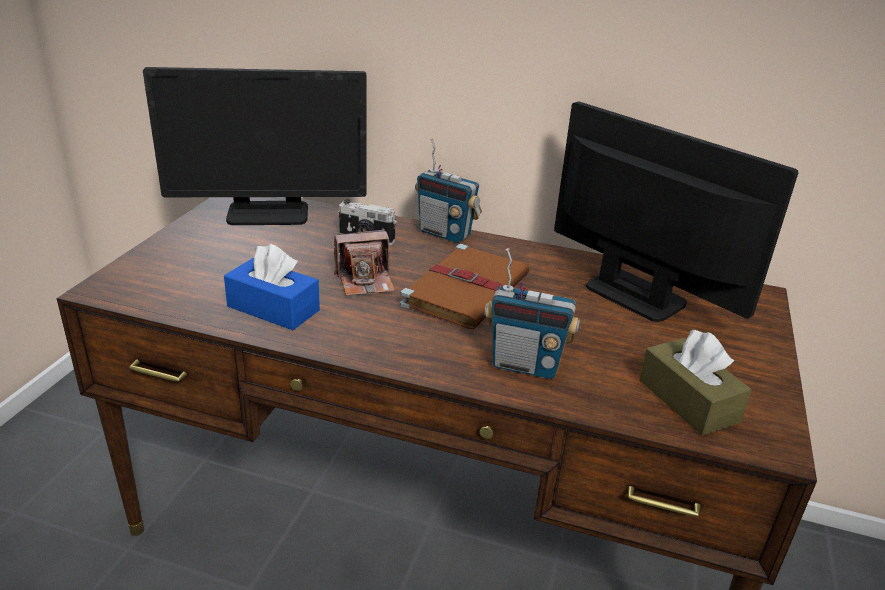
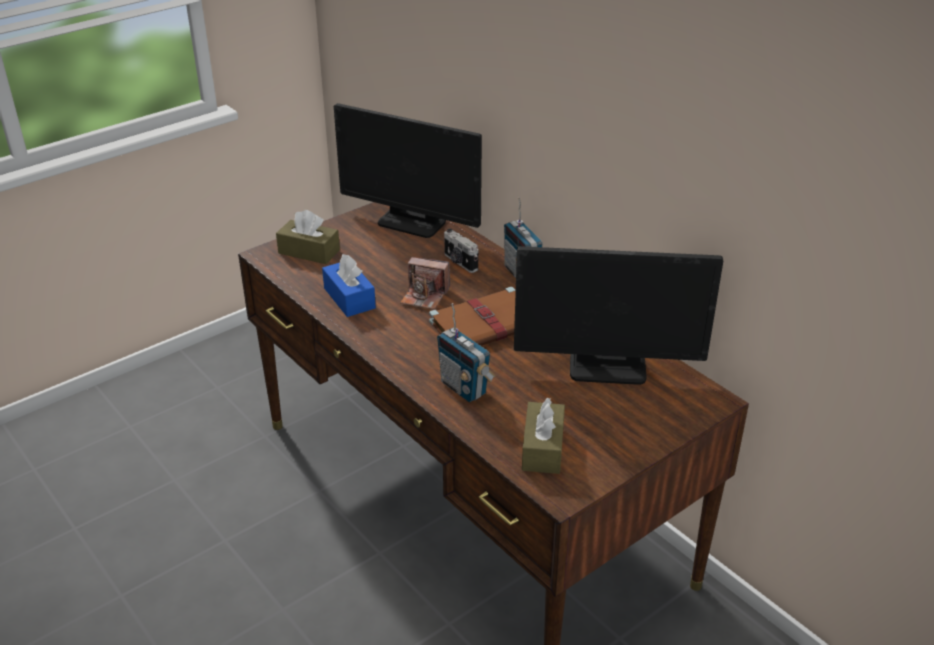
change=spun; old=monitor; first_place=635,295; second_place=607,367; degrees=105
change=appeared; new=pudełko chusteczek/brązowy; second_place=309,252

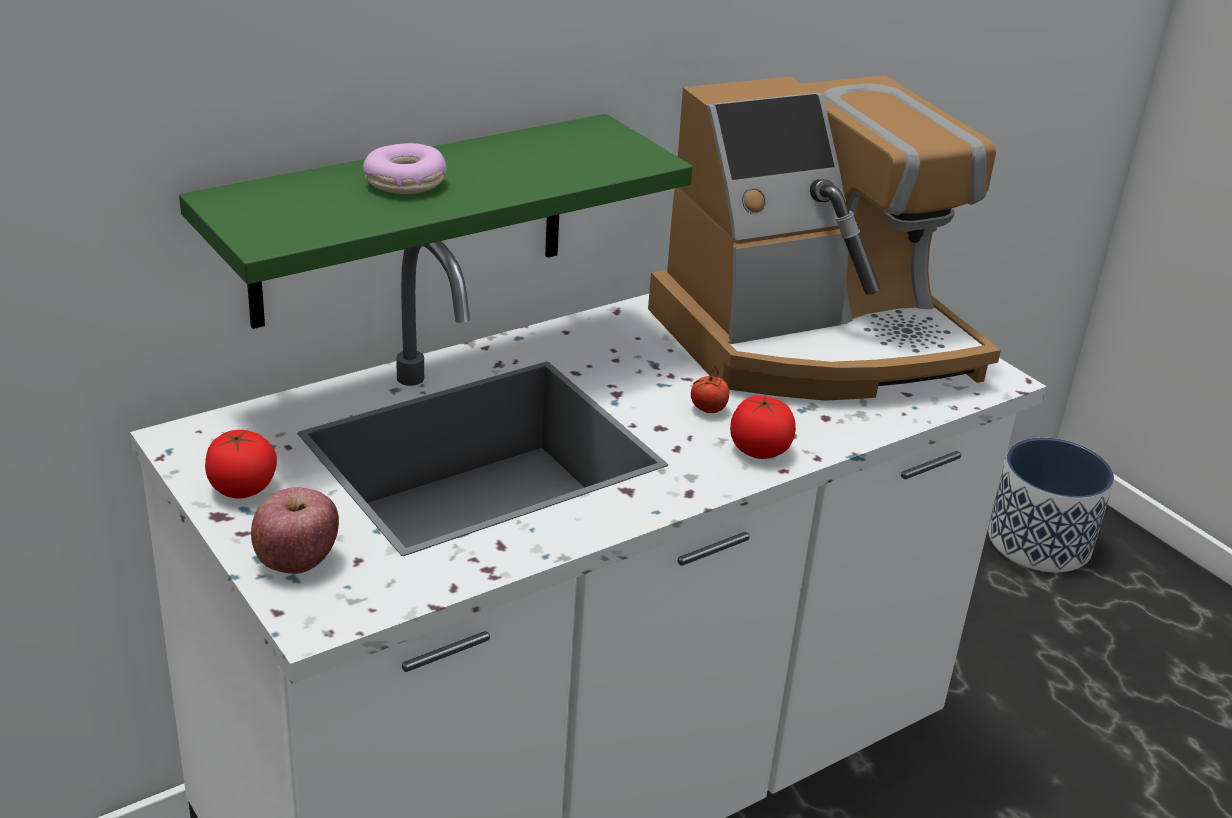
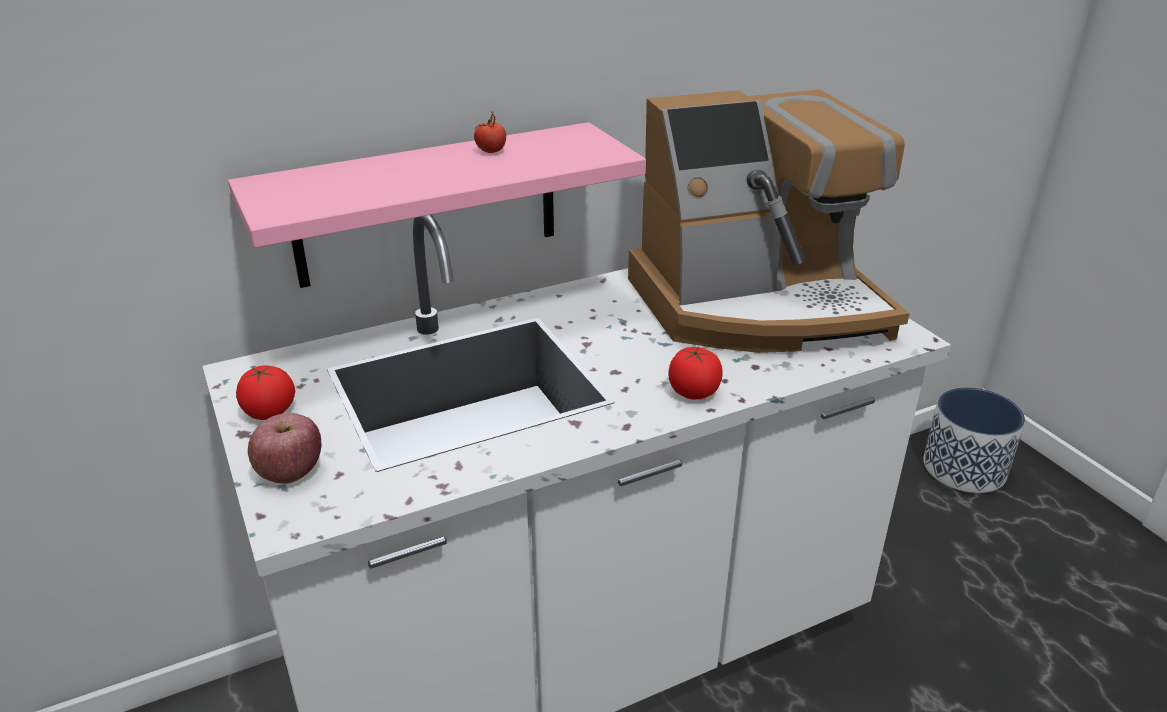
change=colour; old=półka/zielony; new=półka/różowy; first_place=410,220; second_place=427,205
change=missing; old=donut; first_place=405,182
change=relocated; old=pomidor; first_place=708,409; second_place=491,151

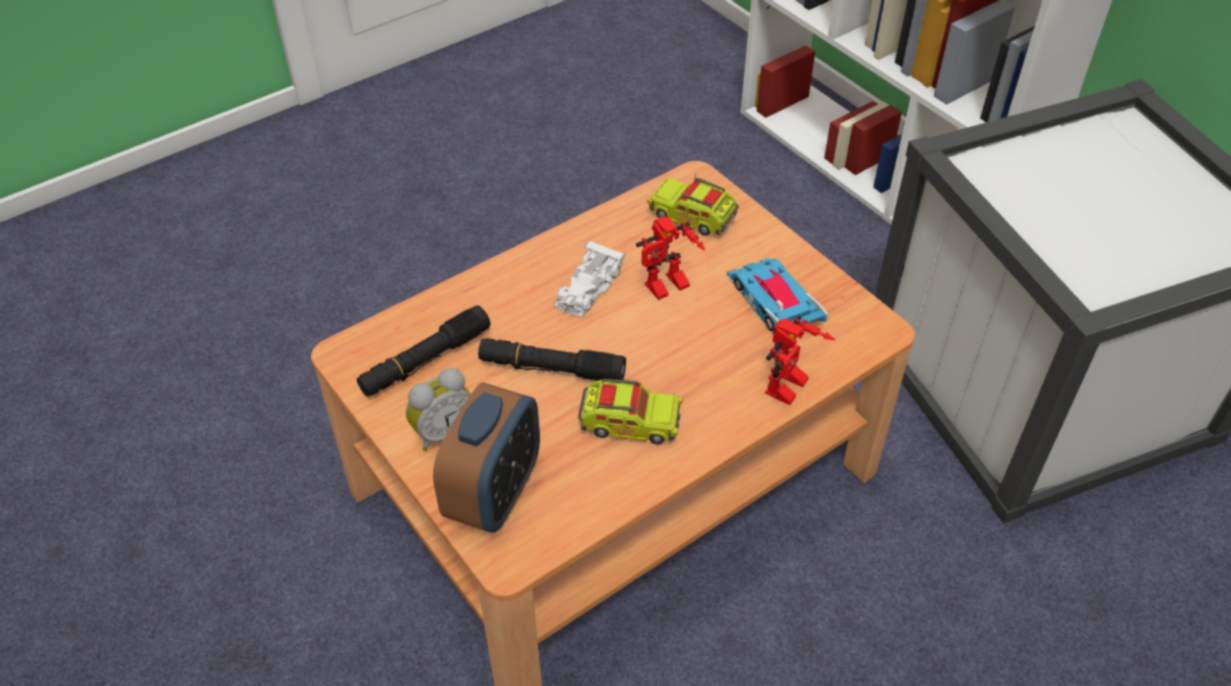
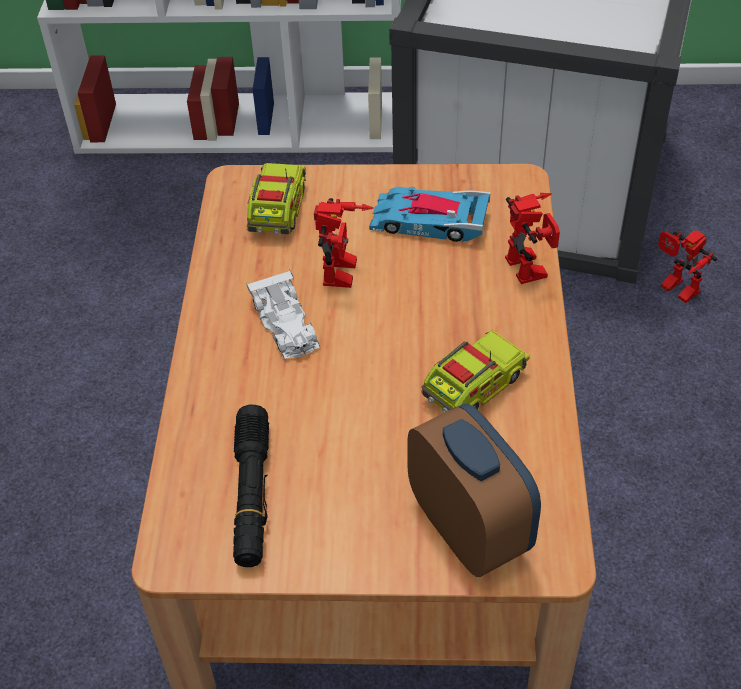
change=missing; old=budzik; first_place=442,431
change=missing; old=latarka/czarny; first_place=551,369
change=spun; old=ciężarówka zabawkowa; first_place=692,216; second_place=277,210; degrees=120
change=appeared; new=robot zabawkowy; second_place=675,290

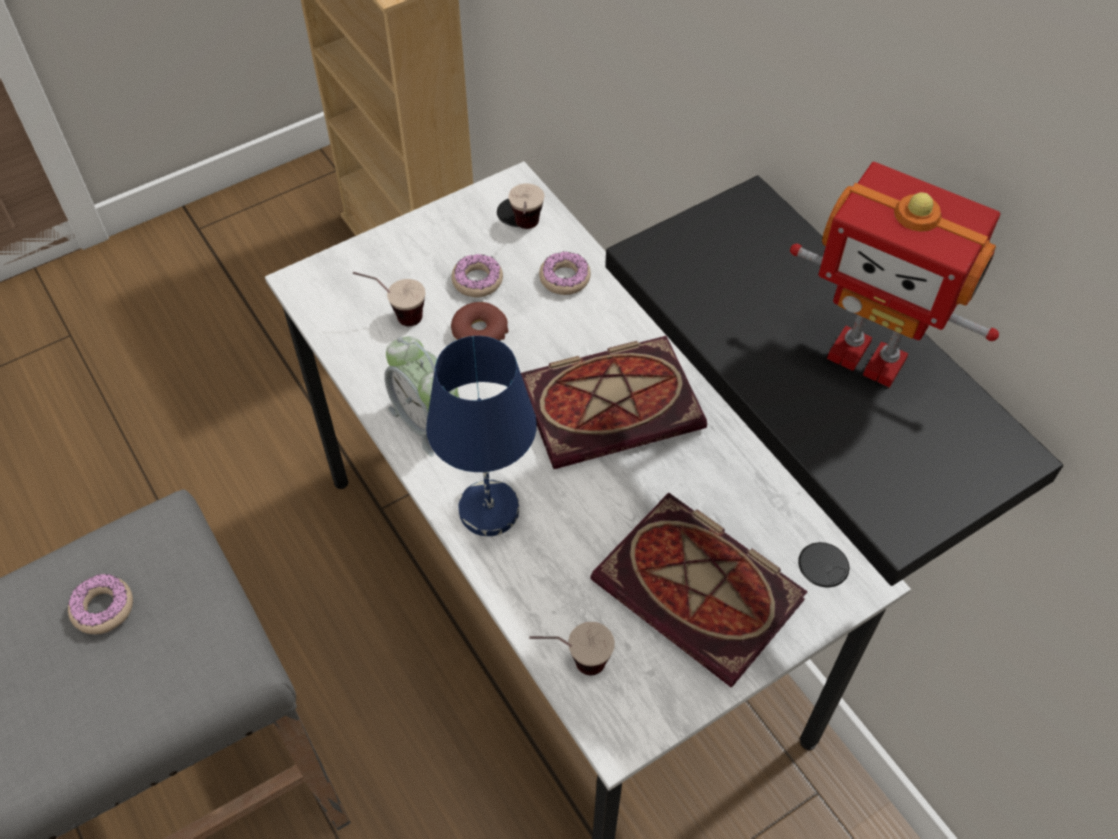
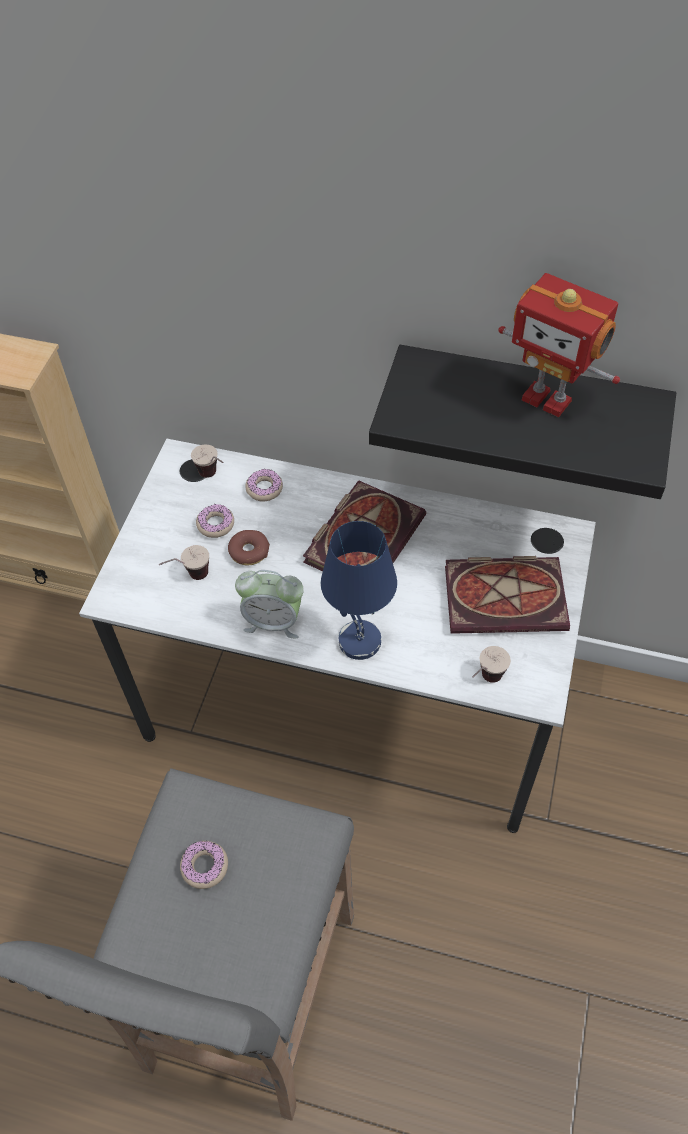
change=spun; old=robot zabawkowy; first_place=869,354; second_place=548,398; degrees=45

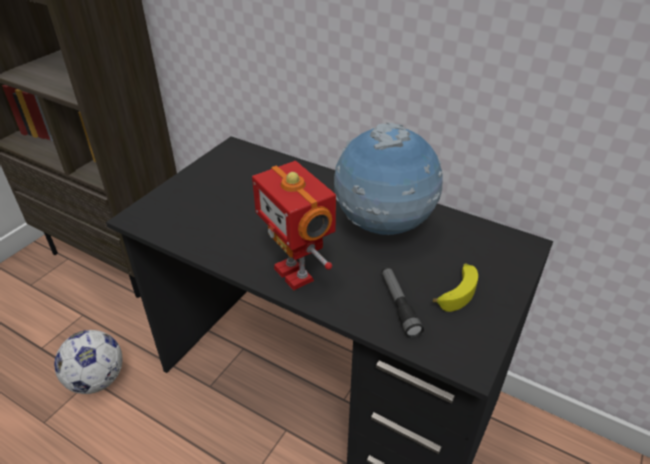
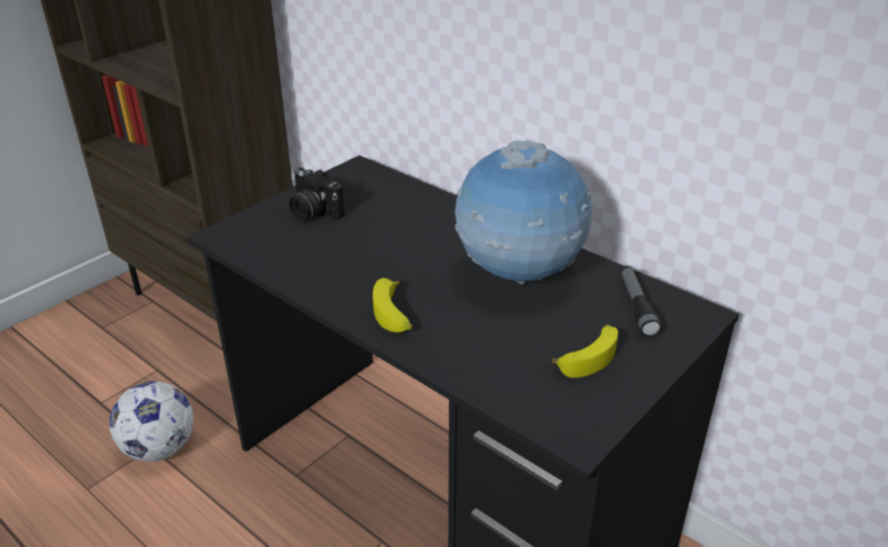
change=exchanged; old=robot zabawkowy; new=banan; first_place=296,273; second_place=394,315
change=relocated; old=latarka; first_place=399,305; second_place=637,307
change=appeared; new=aparat fotograficzny; second_place=312,212

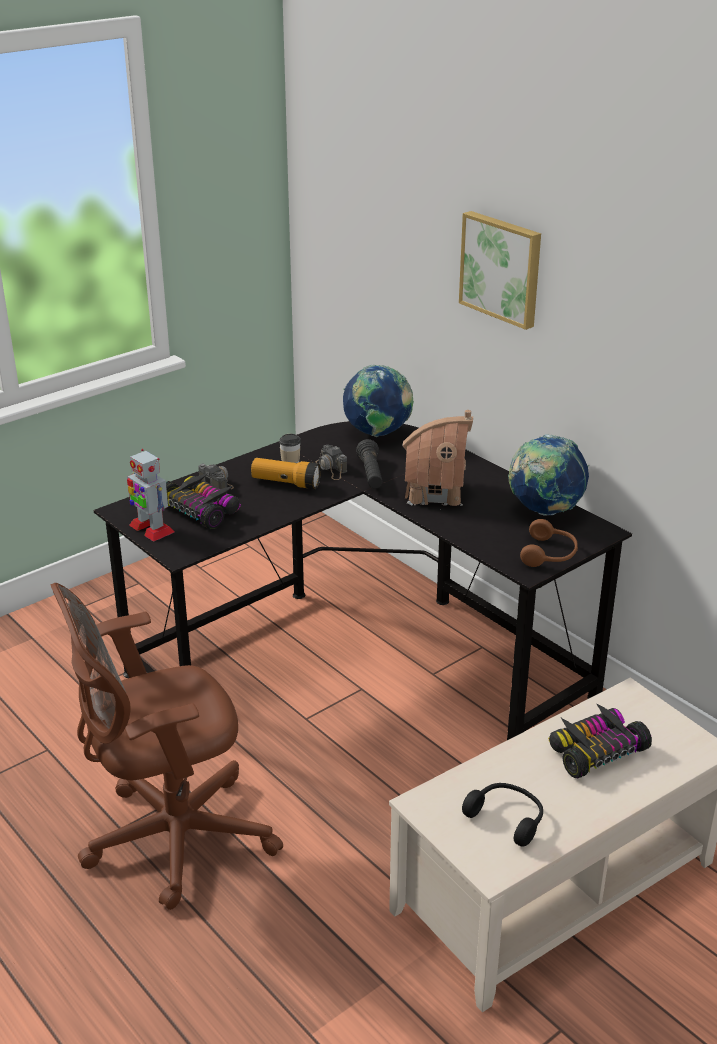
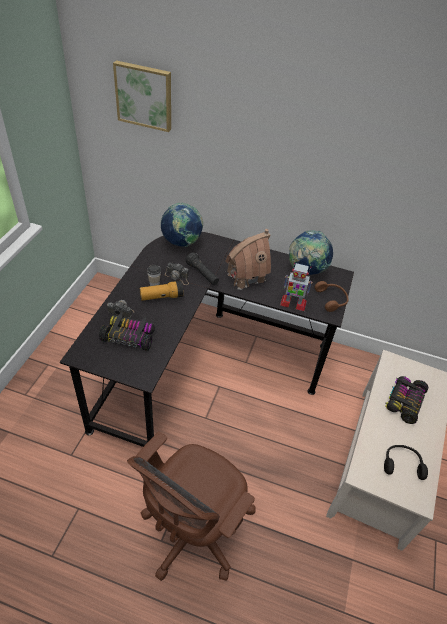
change=relocated; old=robot zabawkowy; first_place=151,528; second_place=293,303
change=relocated; old=obraz; first_place=502,268; second_place=144,95

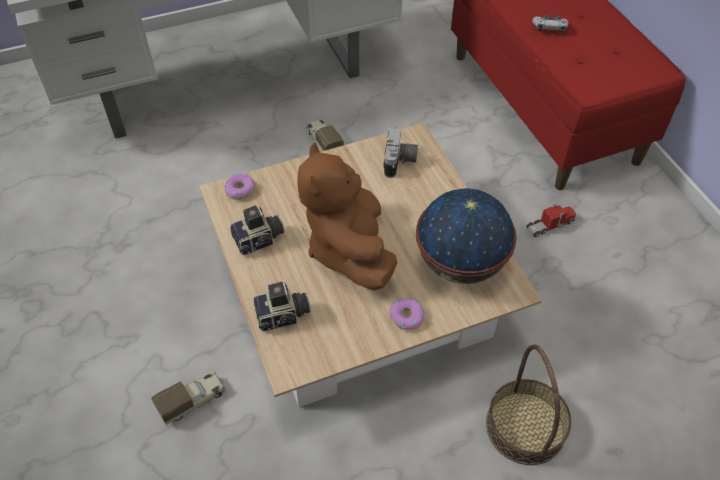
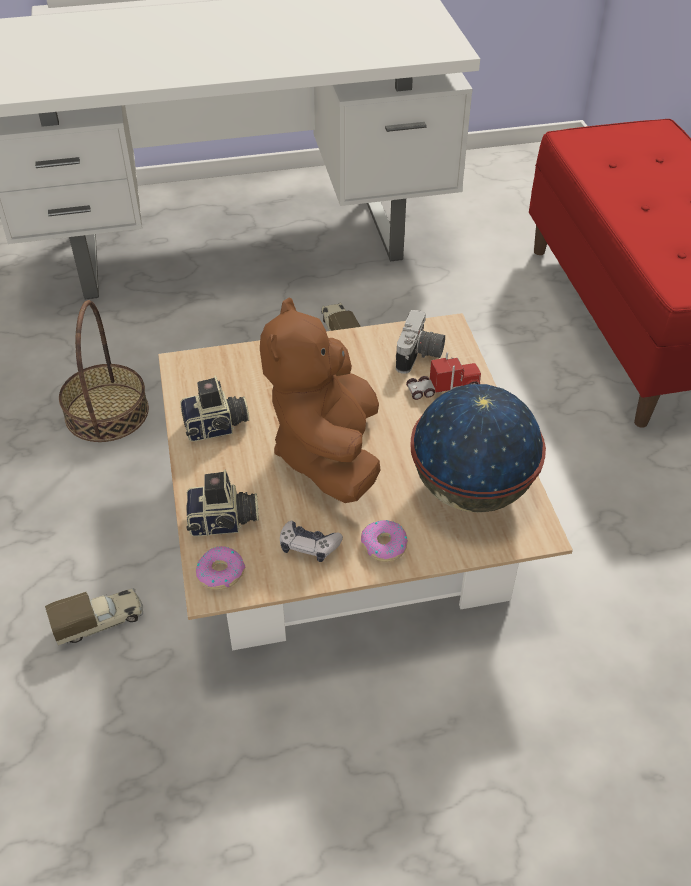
change=relocated; old=donut; first_place=240,190; second_place=220,572
change=relocated; old=koszyk; first_place=525,427; second_place=106,412
change=relocated; old=ciężarówka zabawkowa; first_place=550,225; second_place=443,387
change=relocated; old=pad do gier; first_place=549,28; second_place=309,546

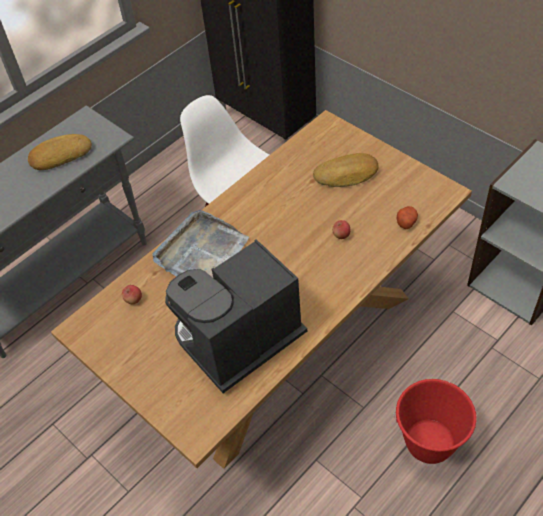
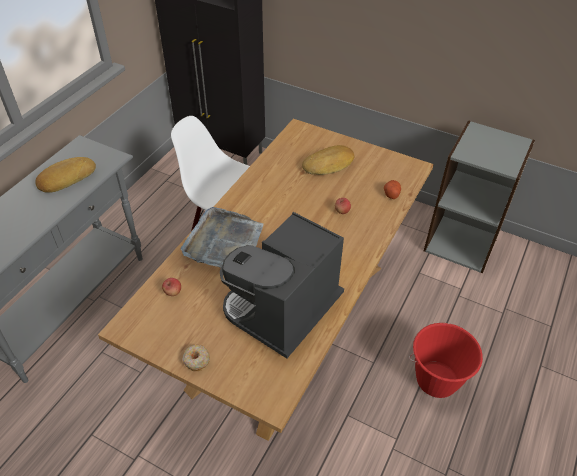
change=appeared; new=donut; second_place=196,360

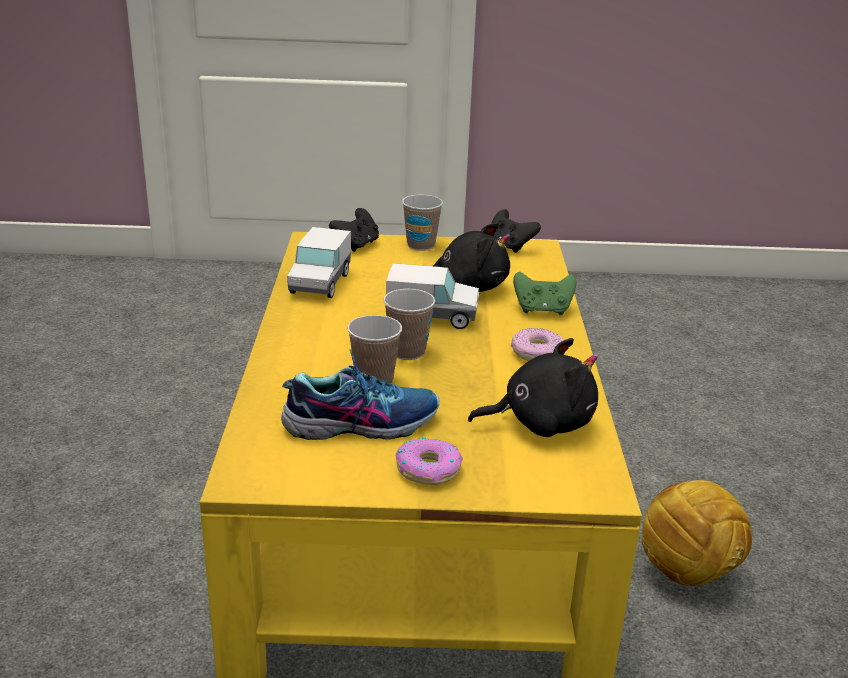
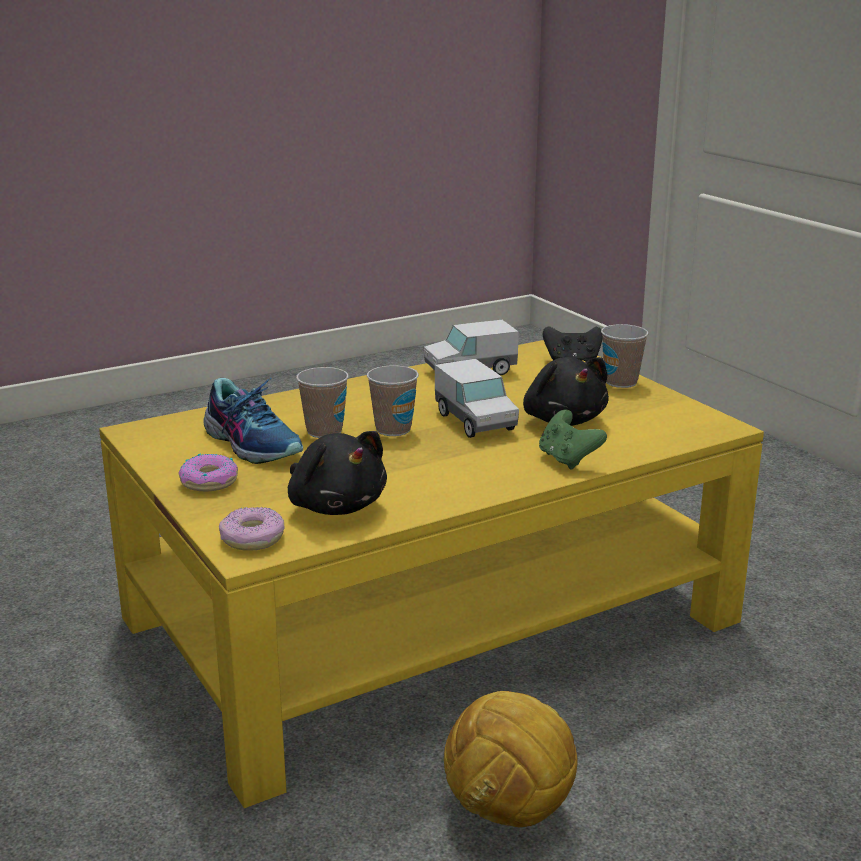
change=missing; old=pad do gier/czarny; first_place=509,246
change=relocated; old=donut; first_place=537,353; second_place=252,538

